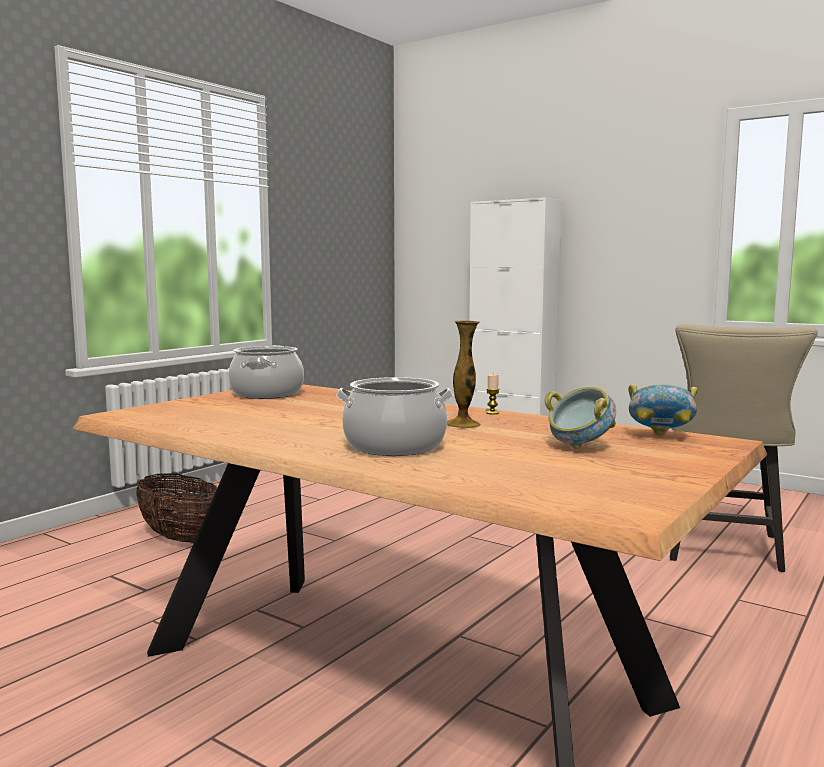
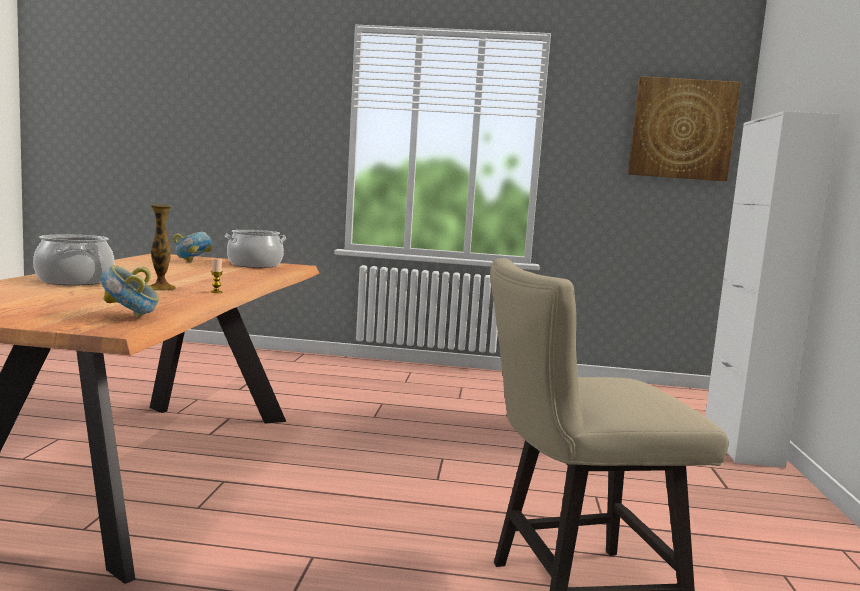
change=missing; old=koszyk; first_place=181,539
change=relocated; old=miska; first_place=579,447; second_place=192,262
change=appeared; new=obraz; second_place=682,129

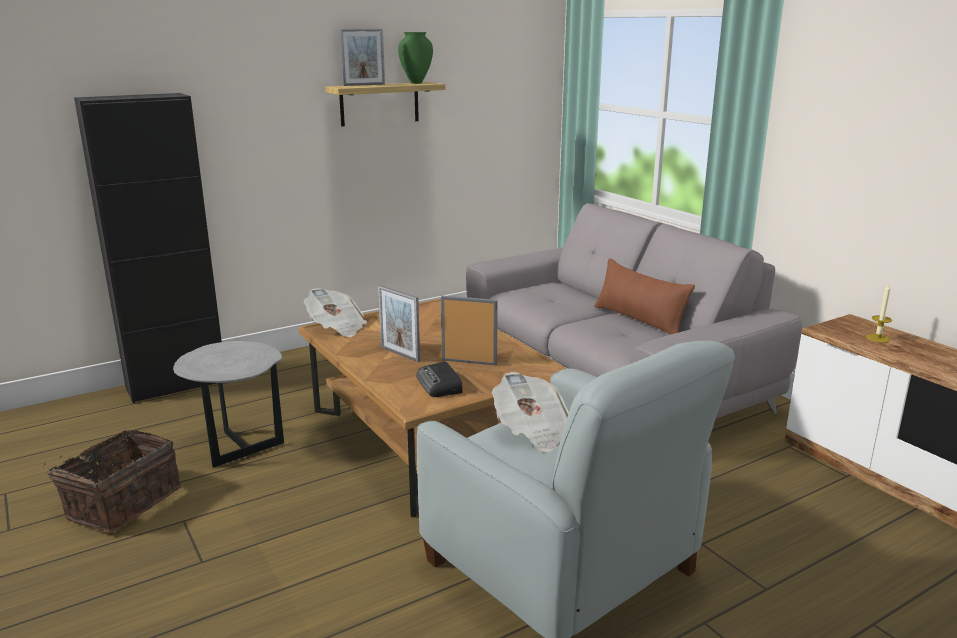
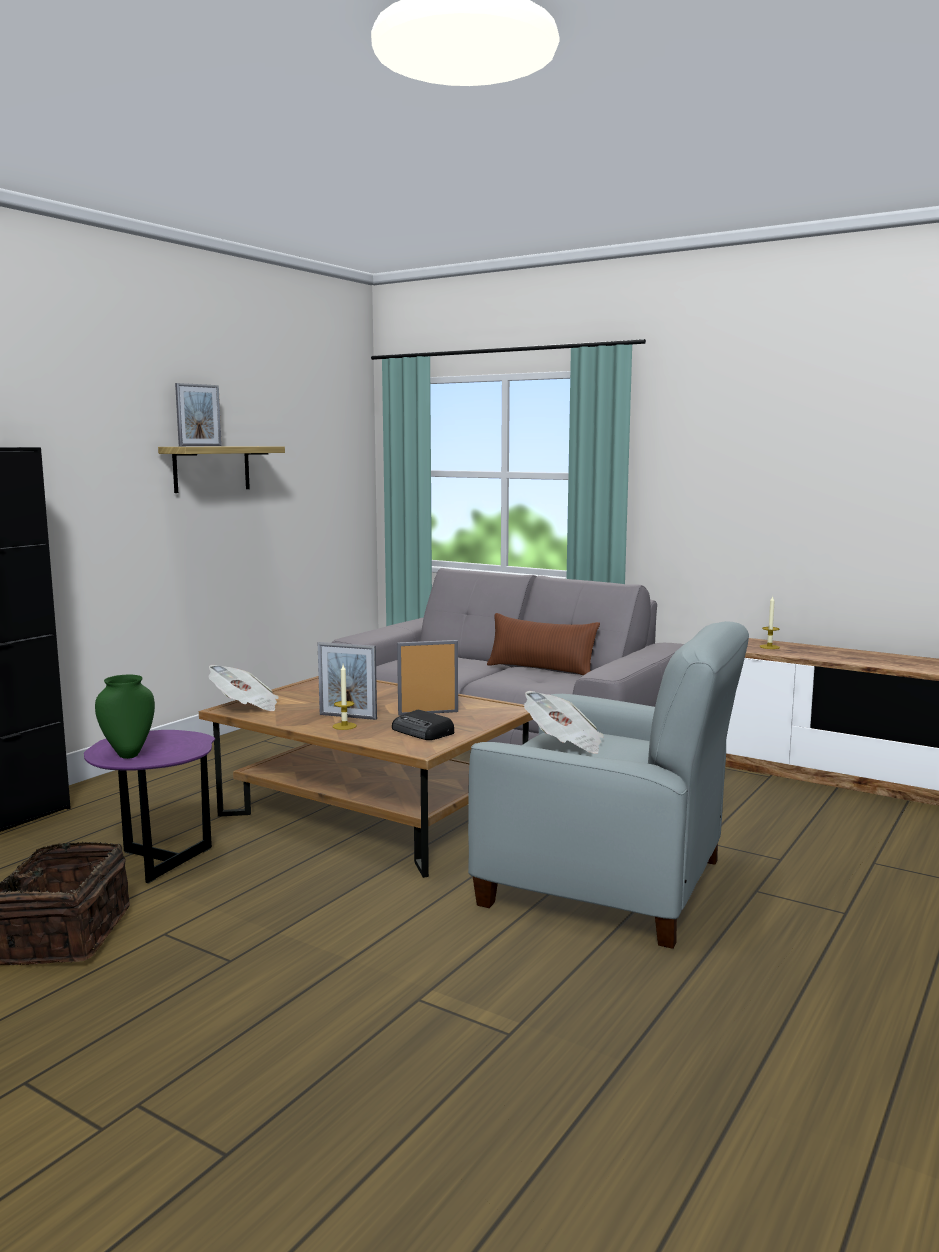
change=colour; old=stolik/szary; new=stolik/fioletowy; first_place=238,447; second_place=157,860
change=relocated; old=wazon/zielony; first_place=416,83; second_place=128,755
change=appeared; new=świeca; second_place=344,726

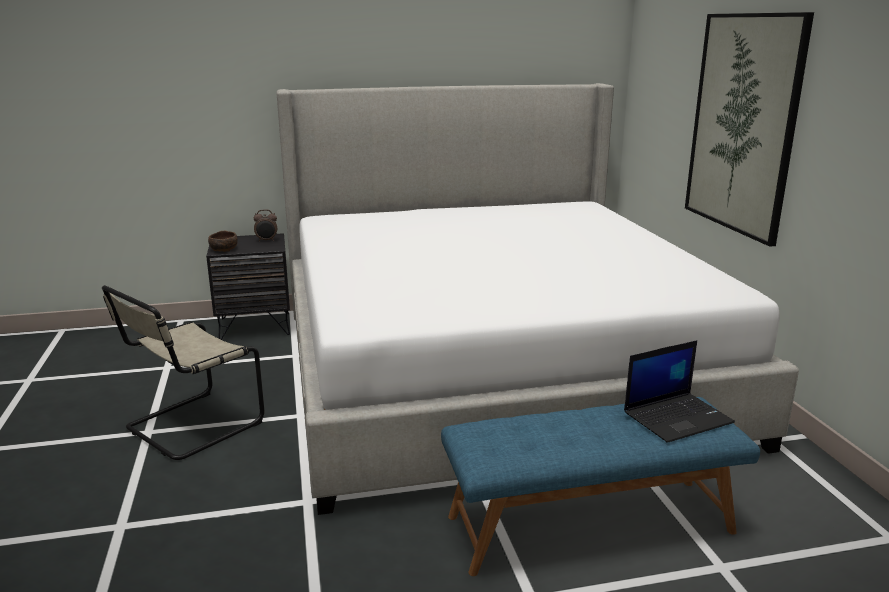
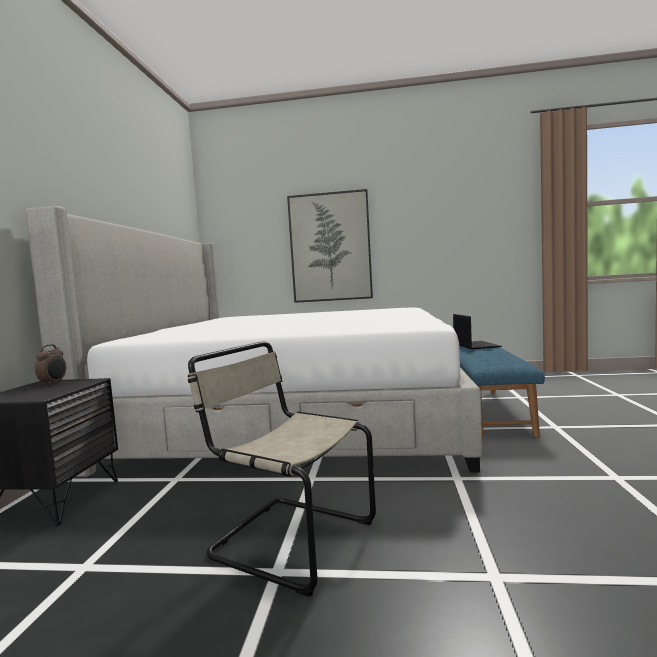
change=spun; old=krzesło/beżowy; first_place=190,427; second_place=288,538; degrees=150
change=missing; old=miska/brązowy; first_place=224,249

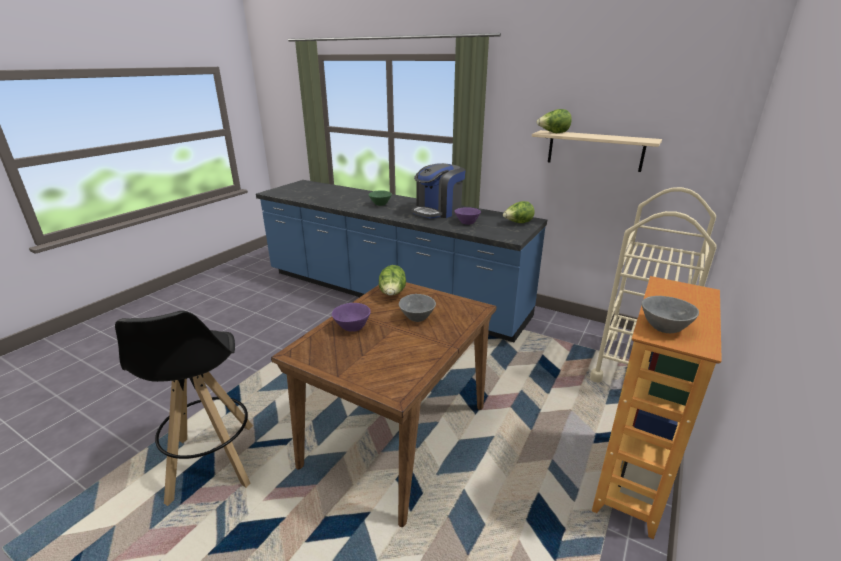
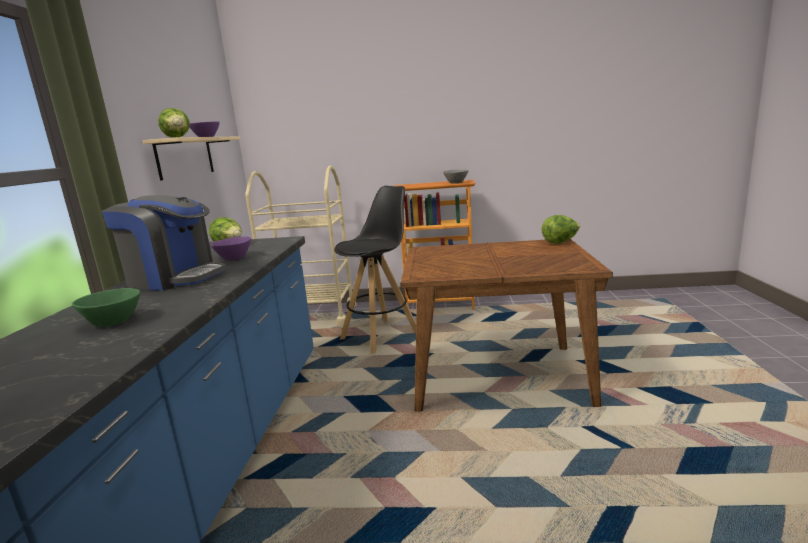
change=relocated; old=stołek/czarny; first_place=212,463; second_place=381,335
change=relocated; old=miska/fioletowy; first_place=352,326; second_place=205,137
change=relocated; old=sałata; first_place=392,294; second_place=560,242
change=missing; old=miska/szary; first_place=416,318

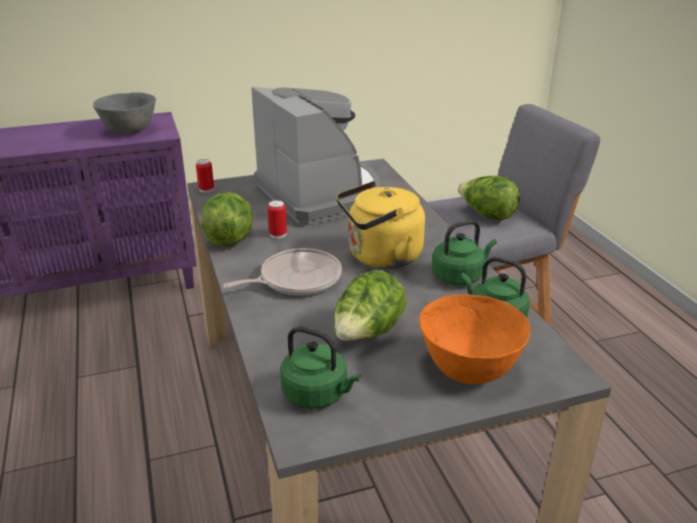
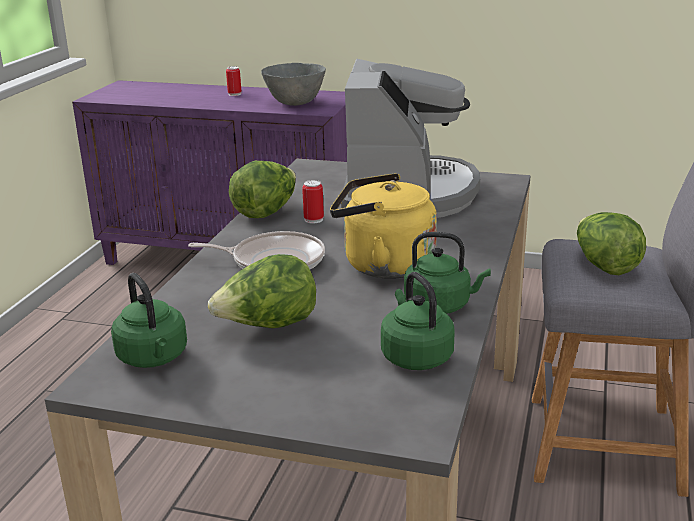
change=relocated; old=puszka; first_place=206,189; second_place=234,94
change=missing; old=miska/pomarańczowy; first_place=469,371

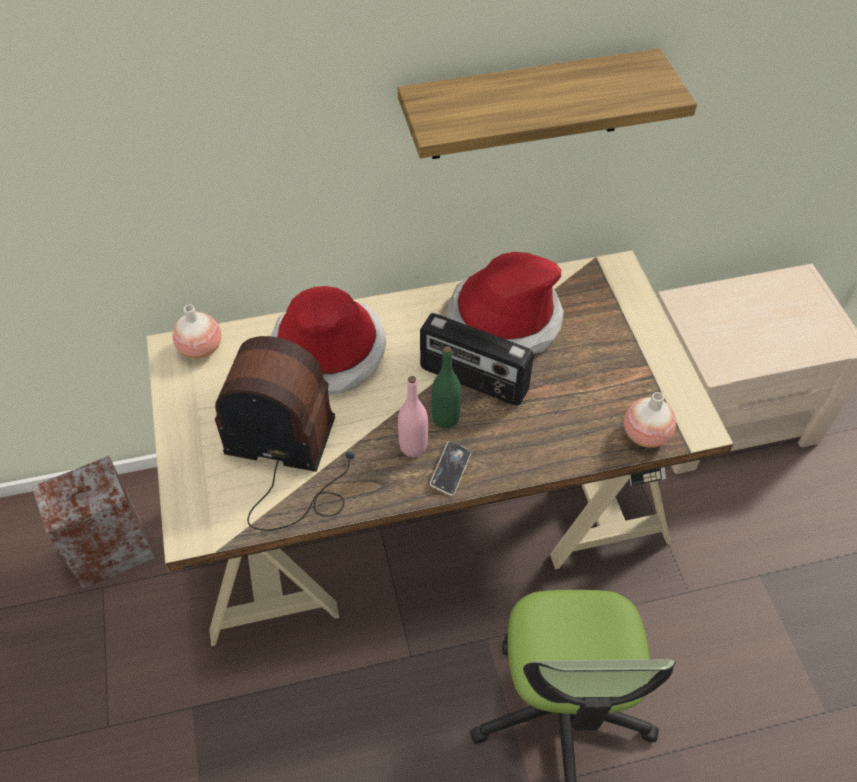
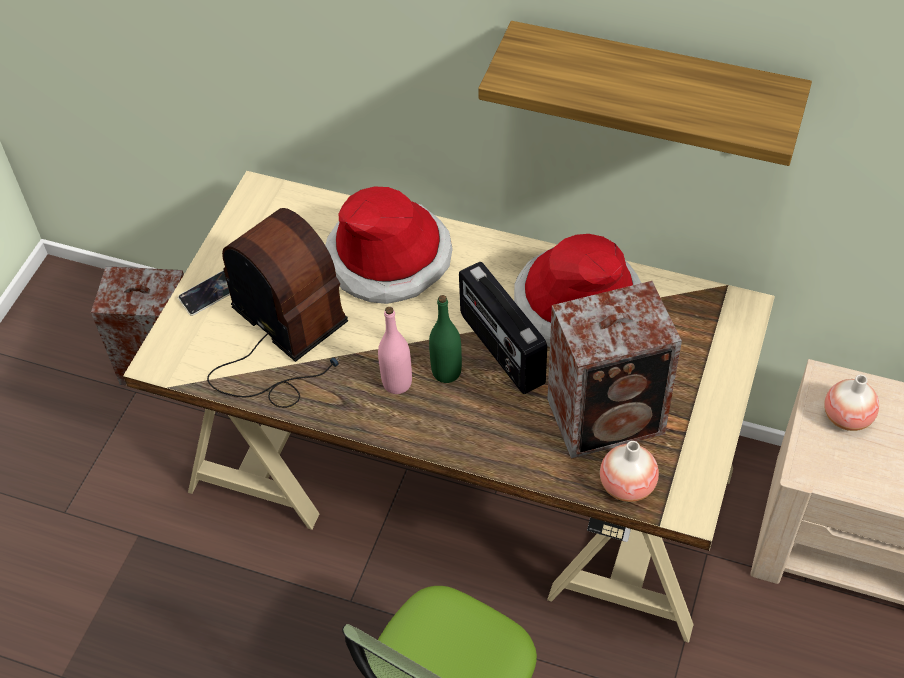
change=relocated; old=wazon; first_place=200,348; second_place=847,417
change=relocated; old=telefon; first_place=450,470; second_place=209,295
change=appeared; new=głośnik; second_place=609,416

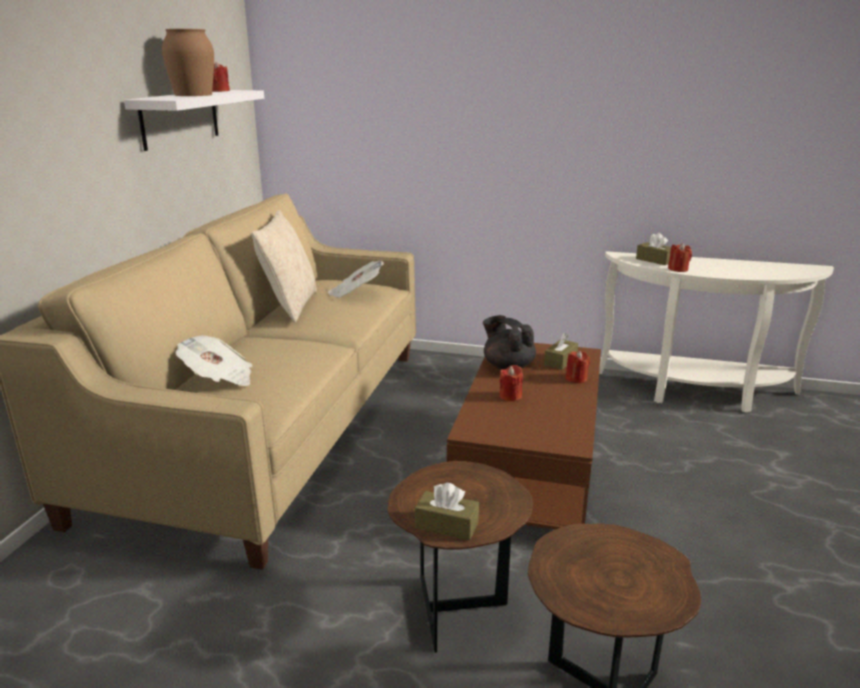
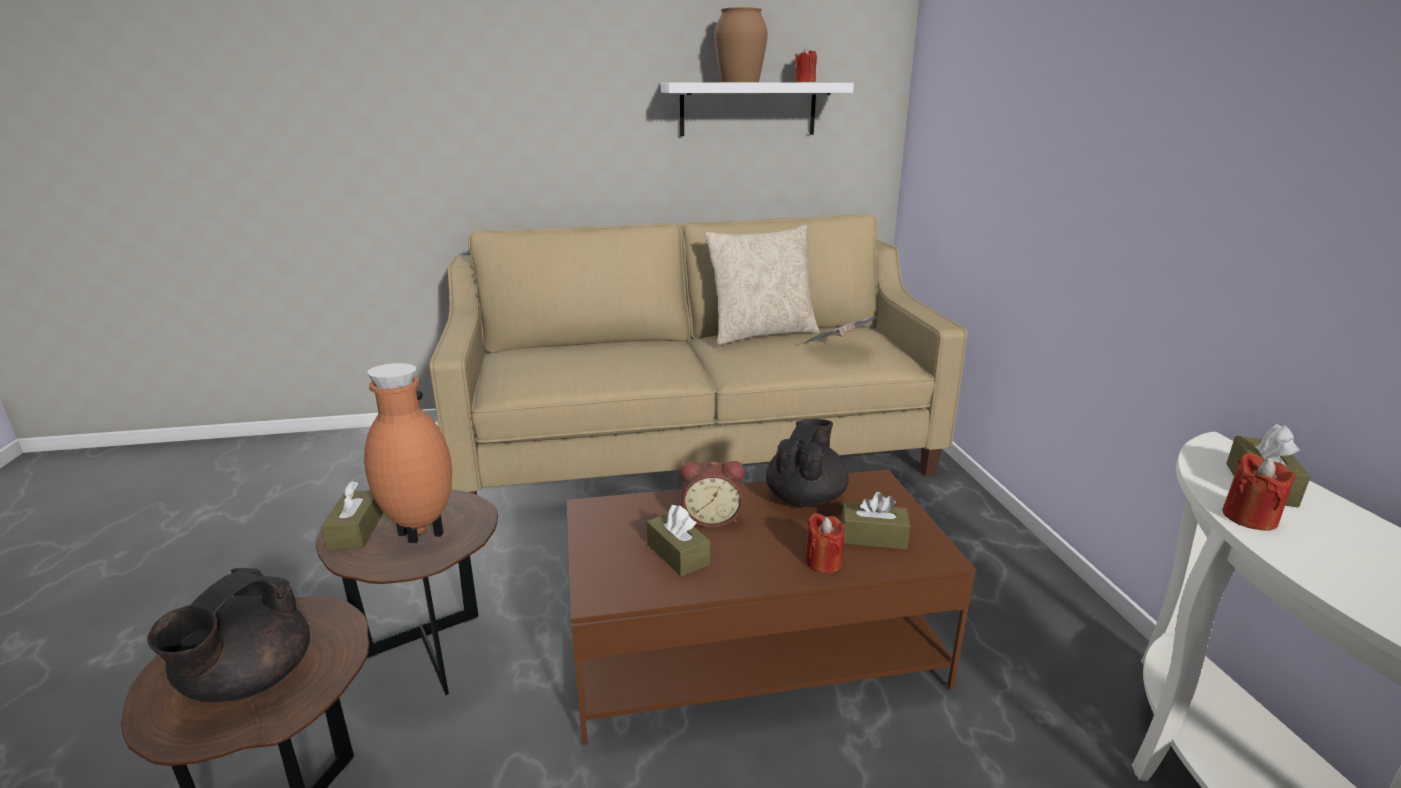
change=missing; old=gazeta; first_place=218,378
change=exchanged; old=świeca/czerwony; new=budzik; first_place=510,396; second_place=711,518
change=appeared; new=imbryk/czarny; second_place=248,681
change=appeared; new=wazon/brązowy; second_place=420,535
change=appeared; new=pudełko chusteczek/brązowy; second_place=678,554

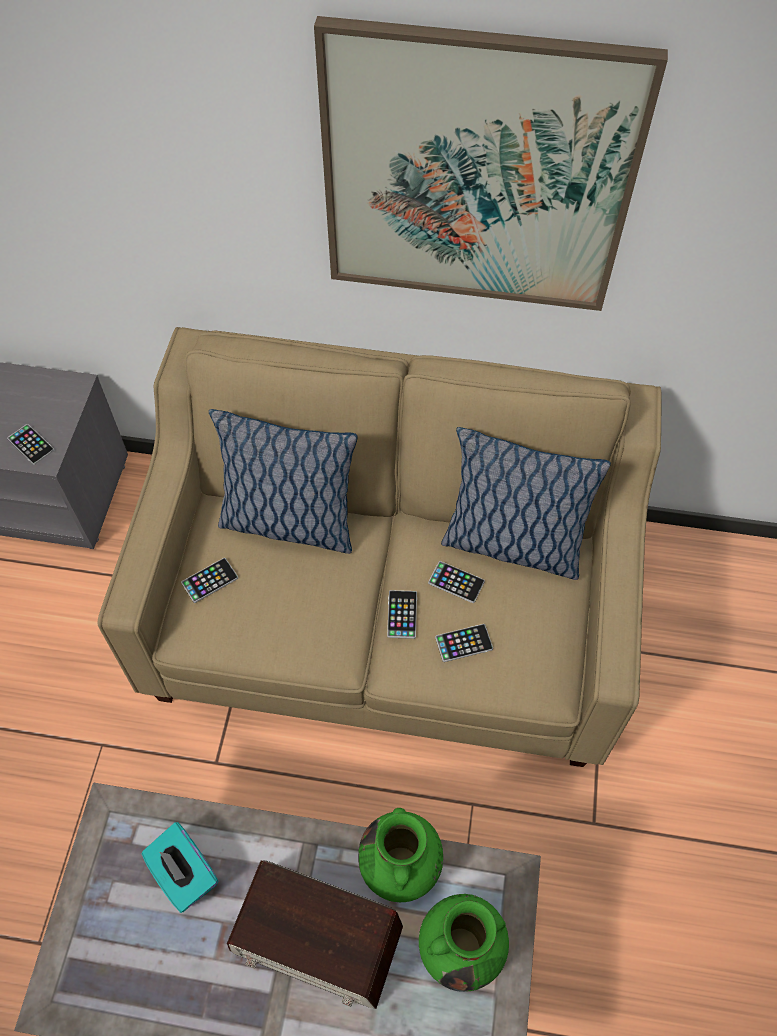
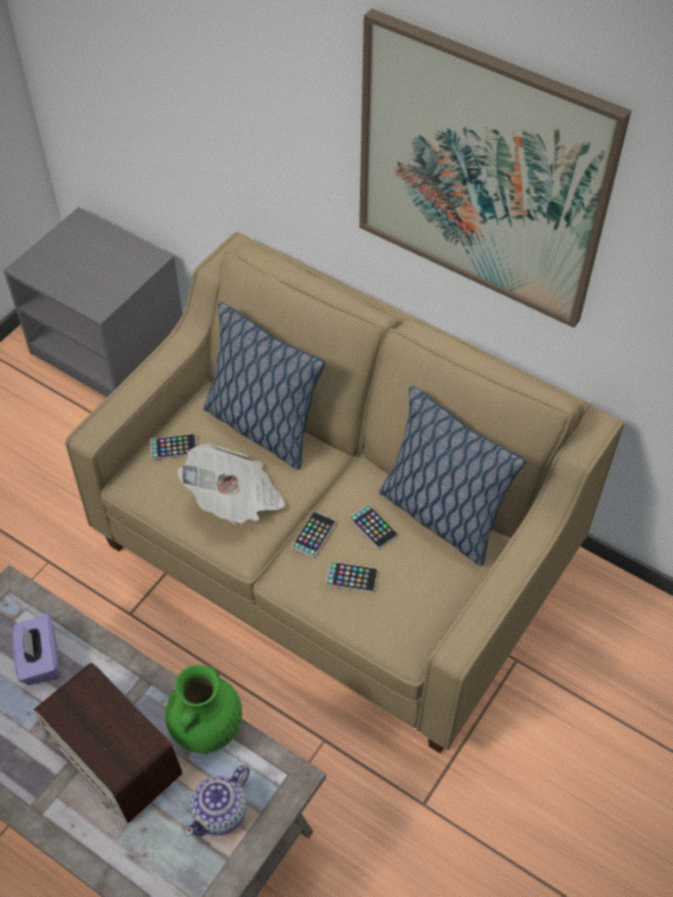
change=missing; old=telefon; first_place=31,444
change=colour; old=pudełko chusteczek/turkusowy; new=pudełko chusteczek/fioletowy; first_place=184,874; second_place=40,660
change=exchanged; old=wazon/zielony; new=imbryk; first_place=461,947; second_place=221,812
change=appeared; new=gazeta; second_place=234,499

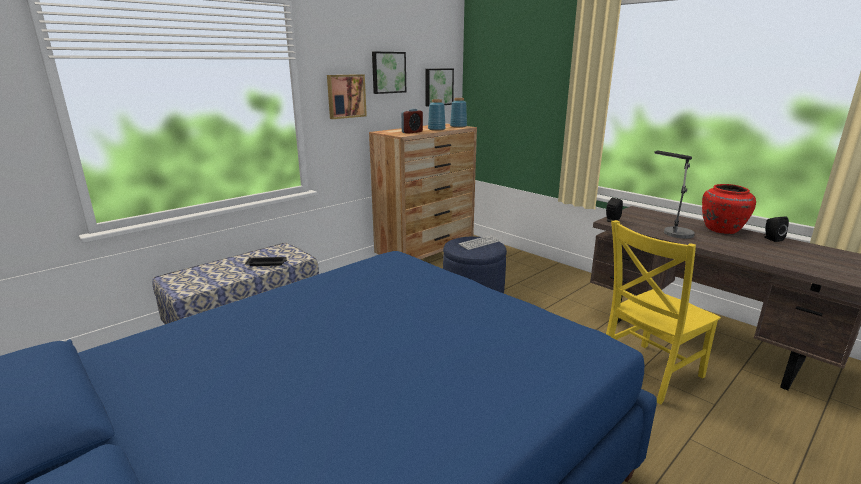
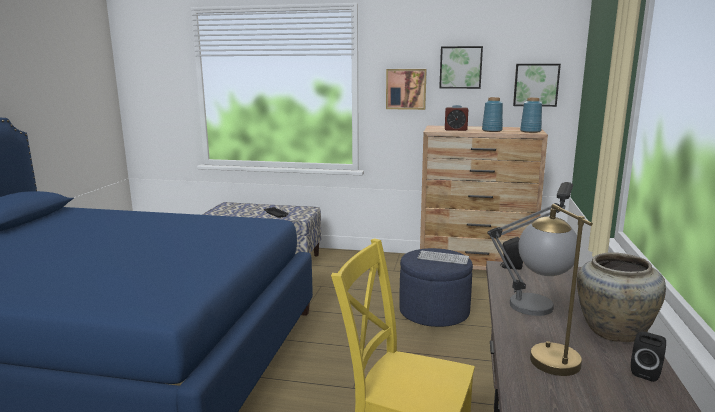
change=colour; old=wazon/czerwony; new=wazon/beżowy; first_place=721,230; second_place=612,331
change=appeared; new=lampa stołowa; second_place=544,352

